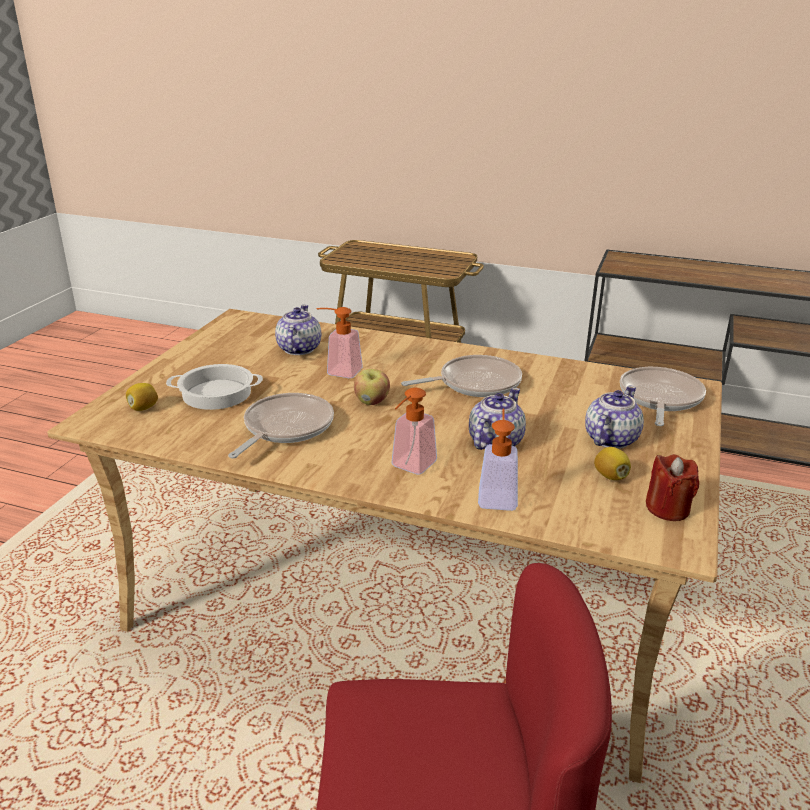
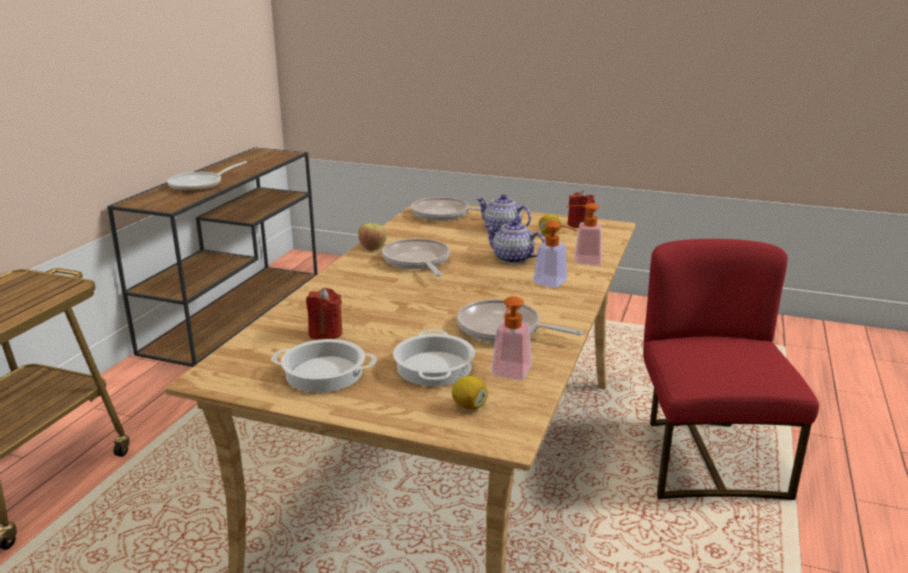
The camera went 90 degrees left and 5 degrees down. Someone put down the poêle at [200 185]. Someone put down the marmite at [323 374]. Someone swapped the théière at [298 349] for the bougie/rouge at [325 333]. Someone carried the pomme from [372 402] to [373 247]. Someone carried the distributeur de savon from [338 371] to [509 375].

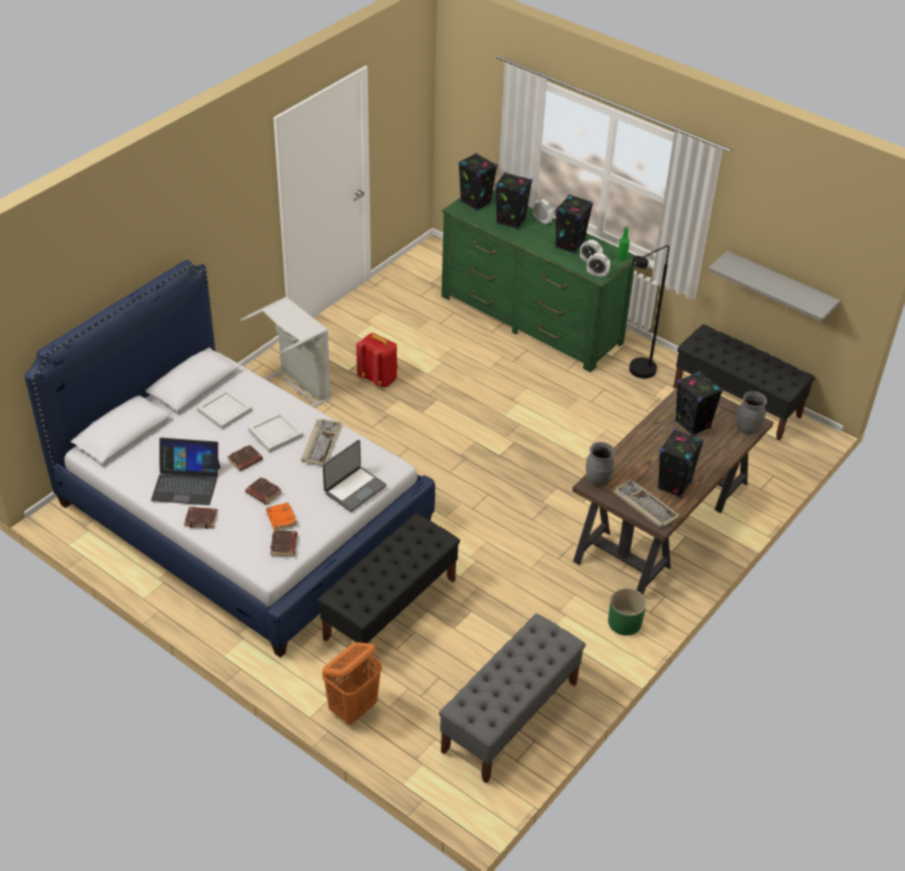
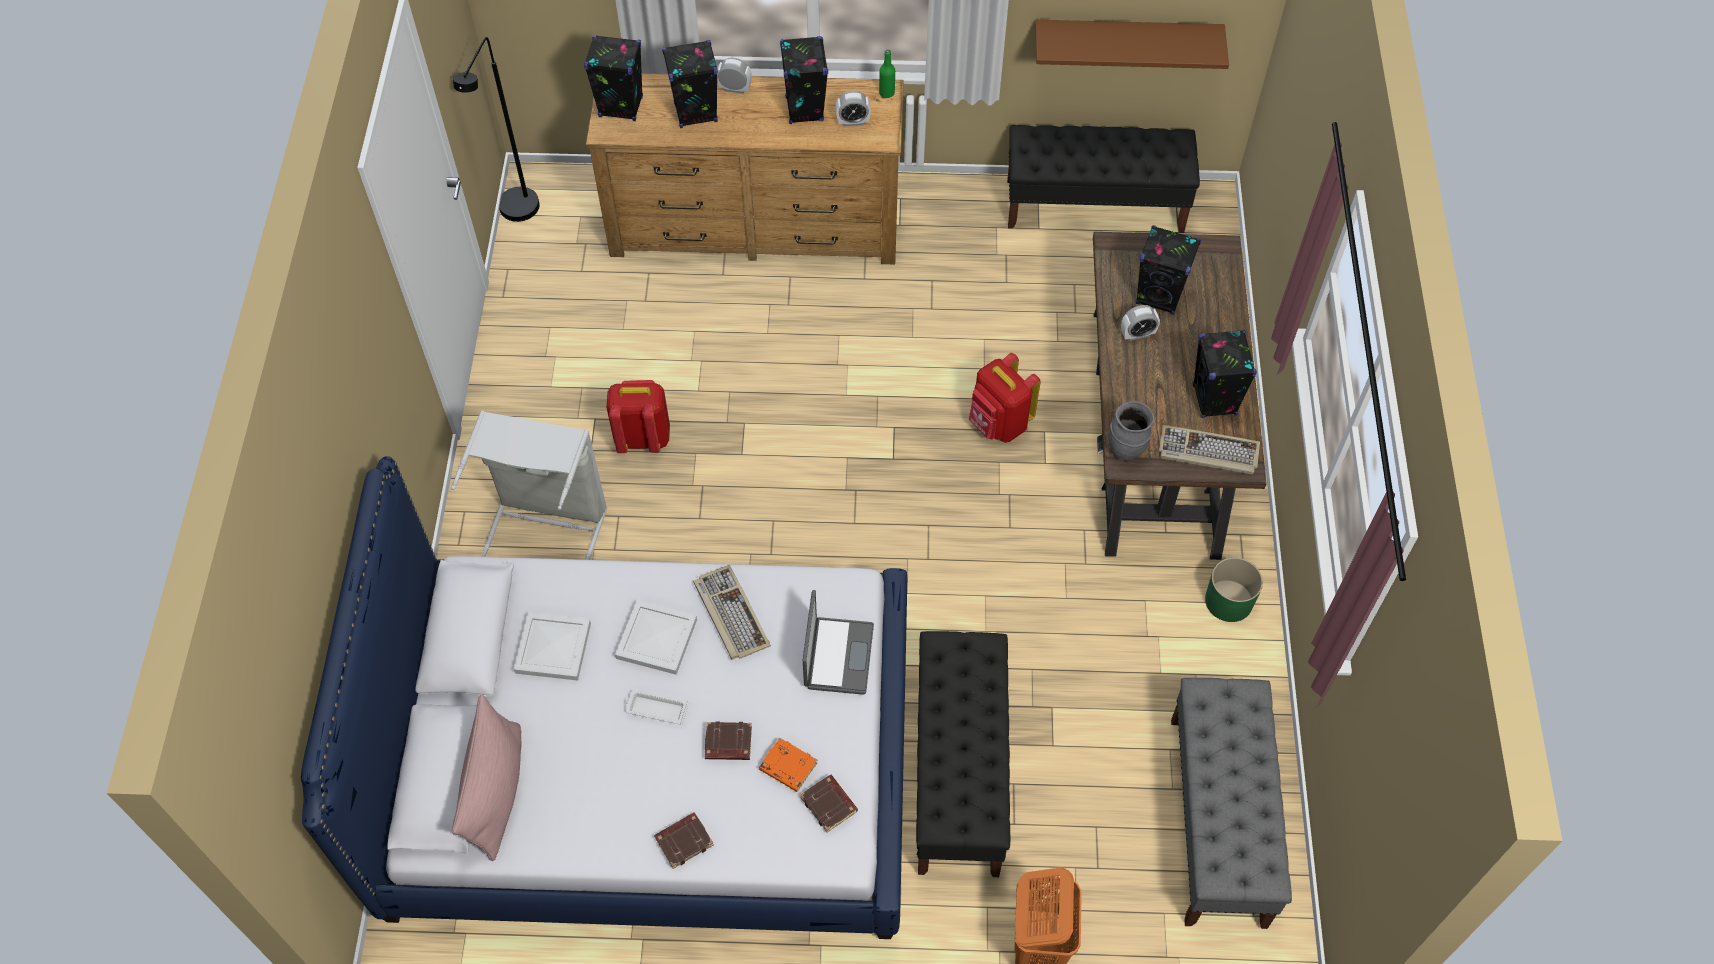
The camera went 35 degrees left and 15 degrees up. Someone put down the coussin/rose at [496 791]. Someone carried the lampadaire/noir from [637 373] to [516 215]. Someone repainted the commode/vert at [531 319], which became the commode/marron at [755 226]. Someone swapped the livre/marron at [245 460] for the plateau/blanc at [656 709]. Someone put down the sac à dos/rouge at [999 424]. Someone repainted the étagère/gris at [780 287], which became the étagère/marron at [1127 38]. Someone carried the réveil from [597 274] to [1137 334]. Someone took away the ordinateur portable at [186 483]. Someone took away the vase/gris at [747 428].

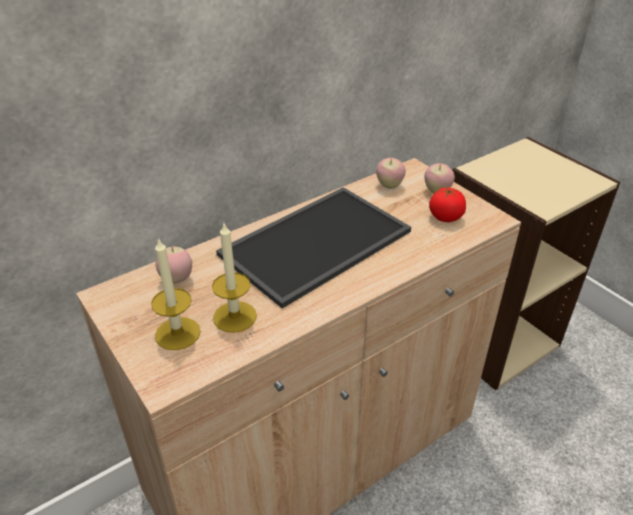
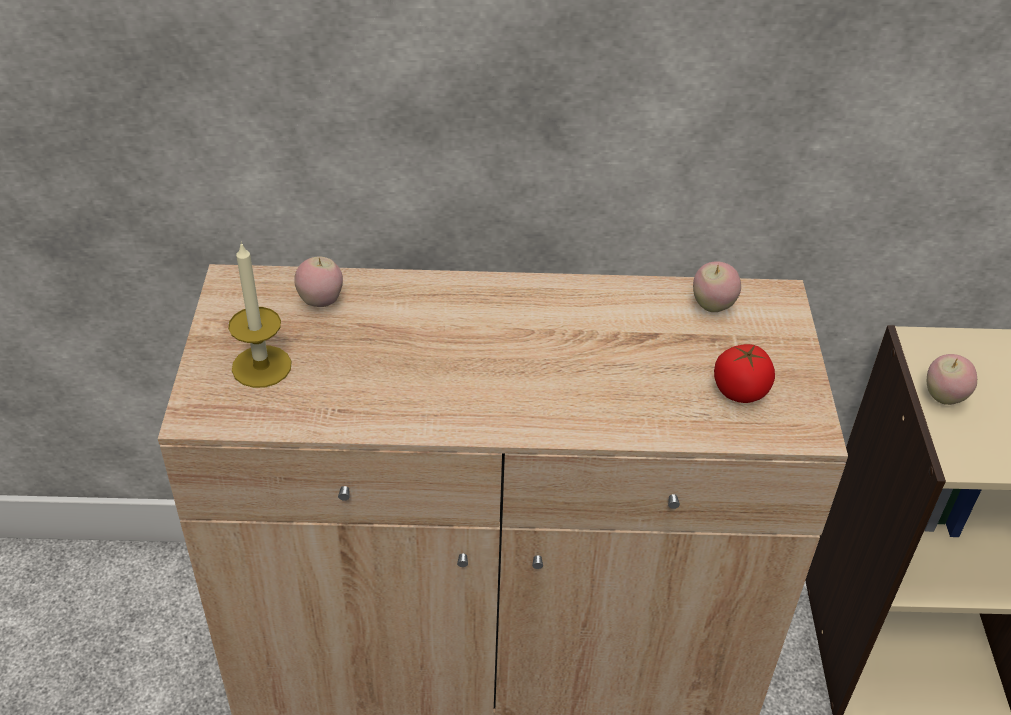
The camera went 35 degrees right and 5 degrees up. Someone carried the pomme from [437 191] to [944 397]. Someone took away the bougie at [235 316]. Someone took away the plateau at [315 241].

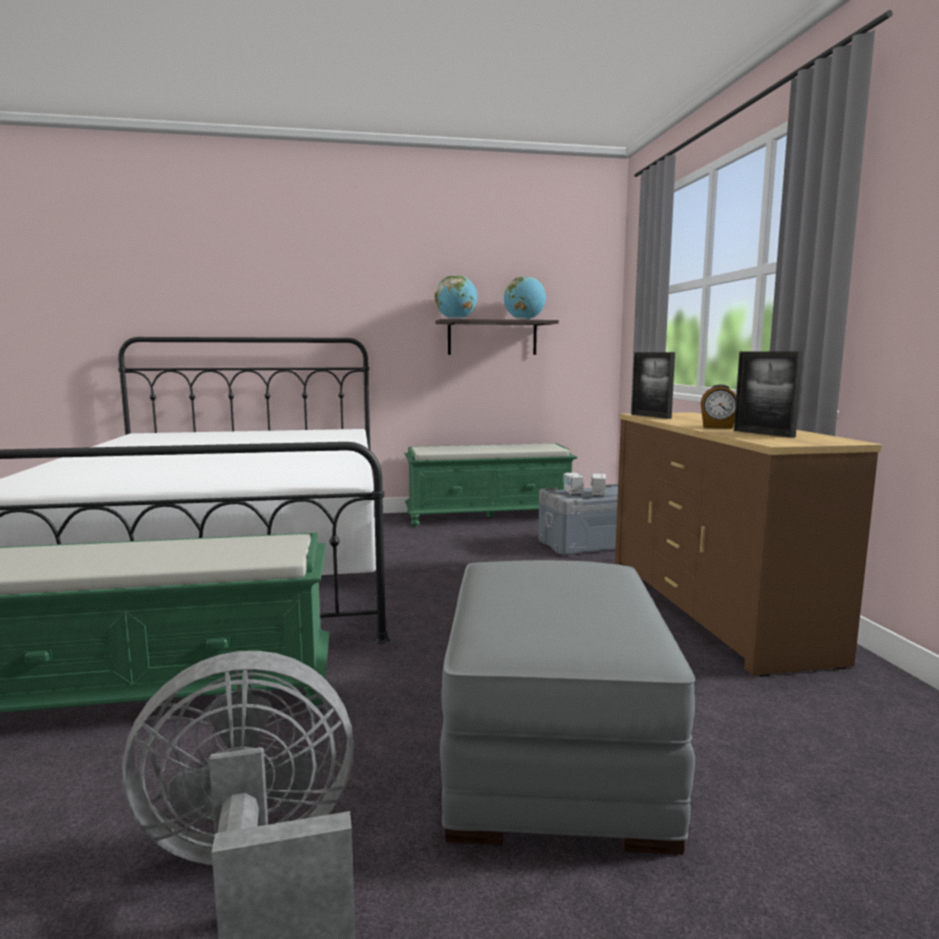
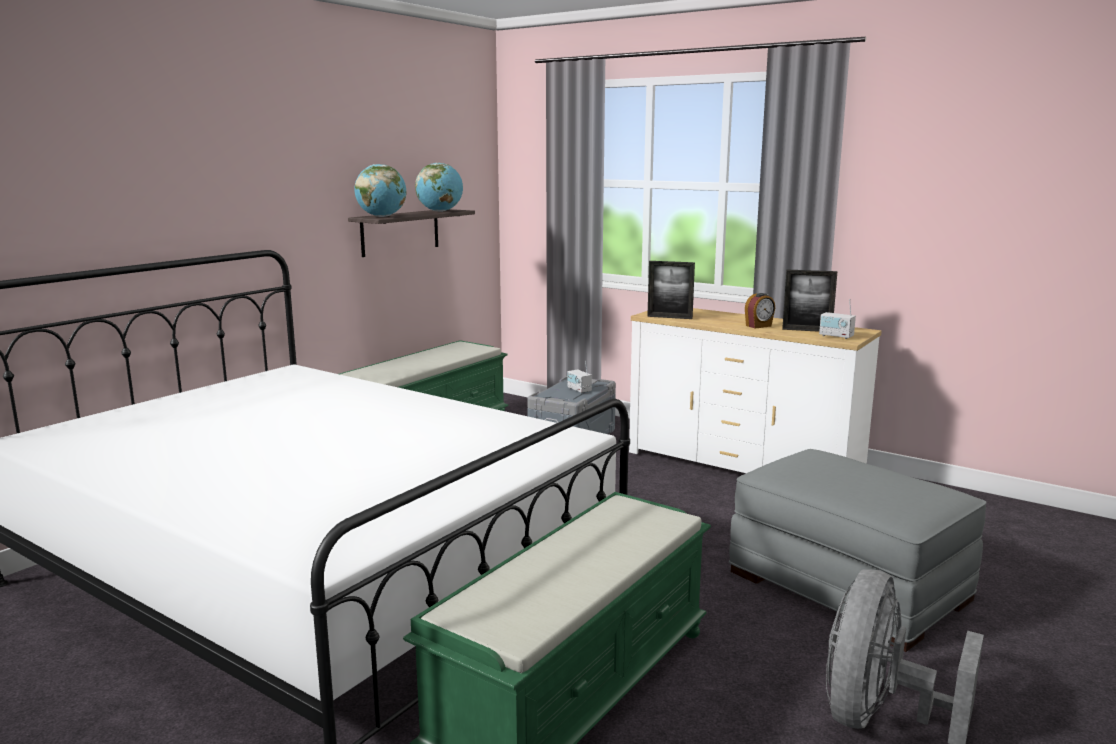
The camera went 45 degrees left and 5 degrees up. Someone repainted the commode/marron at [712 607], which became the commode/blanc at [742 465]. Someone carried the radio from [573 493] to [836 336].

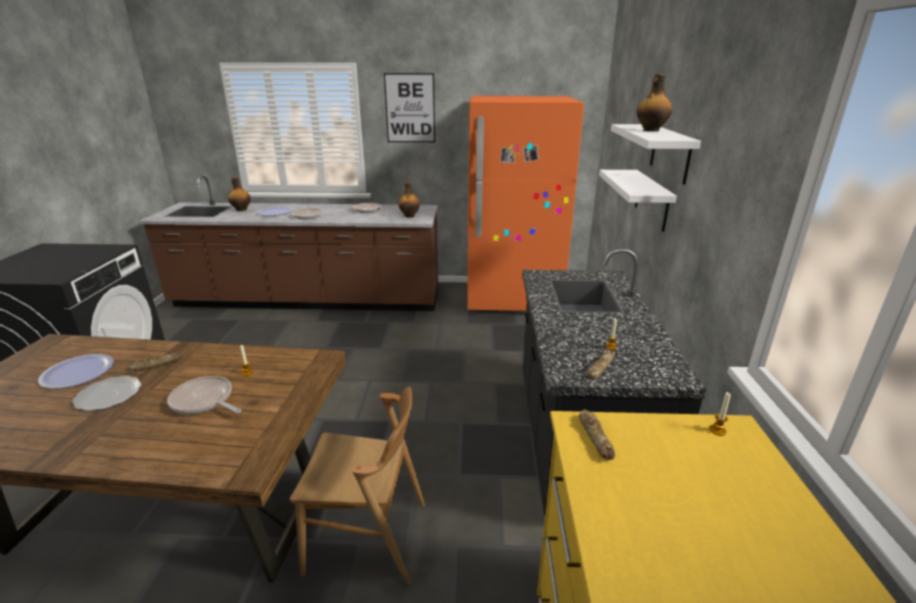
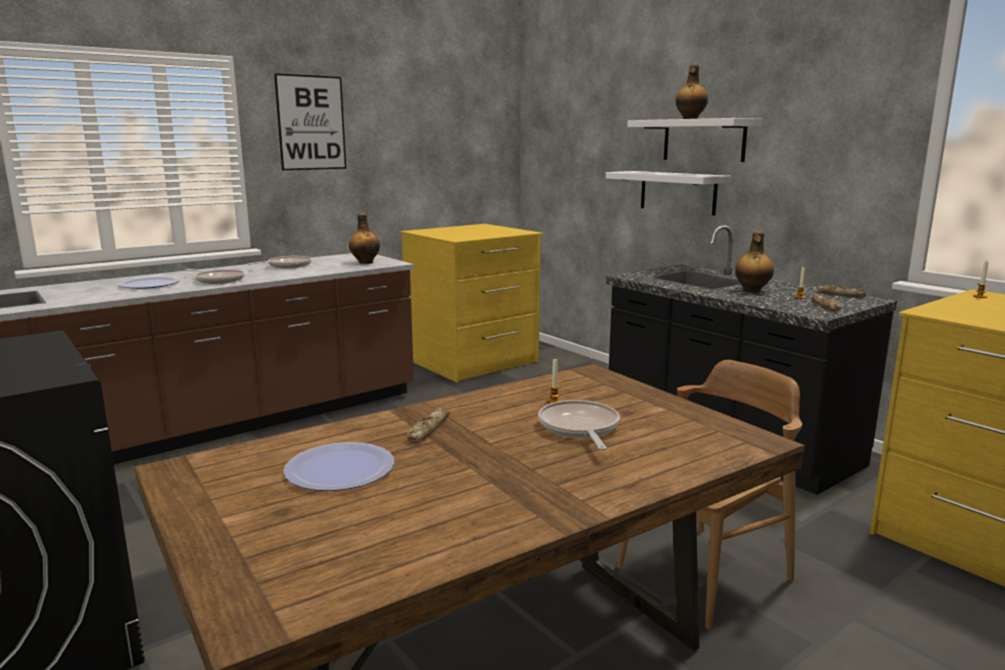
The camera went 40 degrees left and 10 degrees down. Someone swapped the réfrigérateur/orange at [512 299] for the commode/jaune at [473 361]. Someone rotated the poêle at [204 401] by 90 degrees clockwise. Someone carried the bouteille from [241 210] to [751 290]. Someone carried the pain from [596 437] to [840 295]. Someone took away the assiette at [109 395].

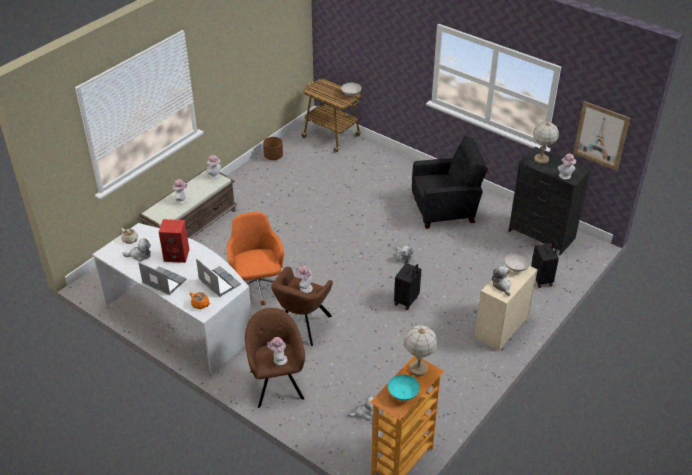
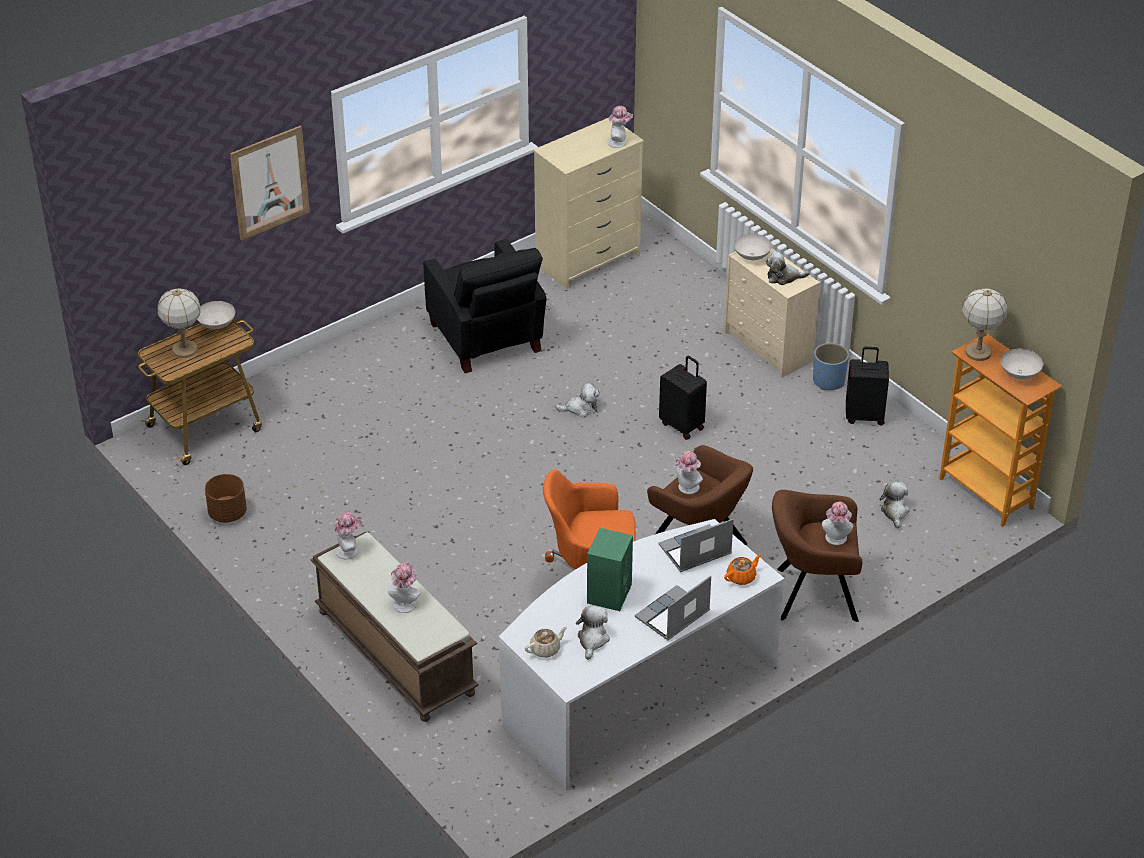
The camera went 75 degrees left and 0 degrees up. Someone carried the lampe de table from [541 159] to [185 350]. Someone carried the tableau from [601 136] to [270 182]. Someone rotated the fauteuil/noir at [445 210] by 150 degrees clockwise. Someone repainted the commode/noir at [541 235], which became the commode/beige at [588 260]. Someone repainted the enceinte/rouge at [177 255], which became the enceinte/vert at [608 593]. Someone put down the cache-pot/bleu at [829 381]. Someone carried the valise/noir from [542 279] to [864 416]. Someone repainted the bol/turquoise at [402 394], which became the bol/blanc at [1019 374].

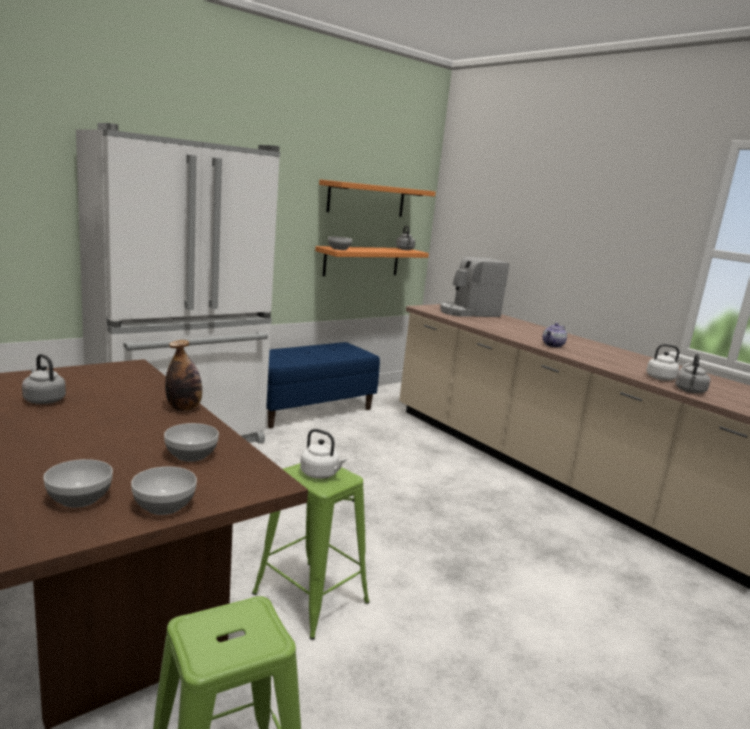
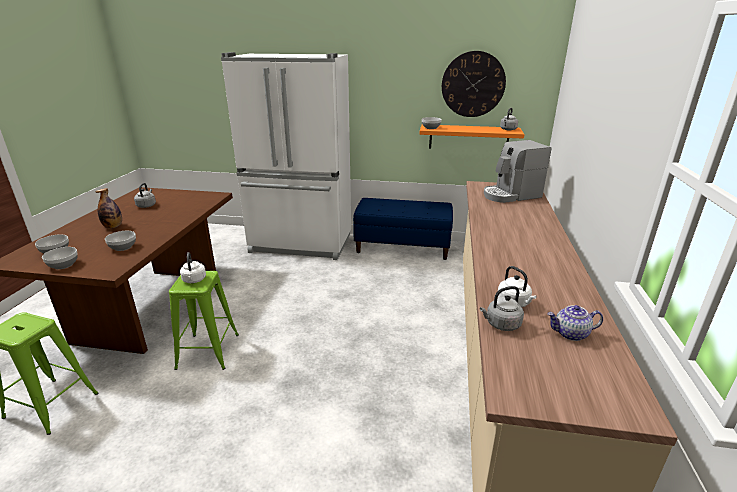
The camera went 50 degrees right and 10 degrees up. Someone carried the bouteille from [184 408] to [113 226]. Someone swapped the étagère/orange at [366 199] for the horloge murale at [473 84]. Someone rotated the machine à café at [468 313] by 45 degrees counterclockwise. Someone carried the théière from [553 345] to [570 334].

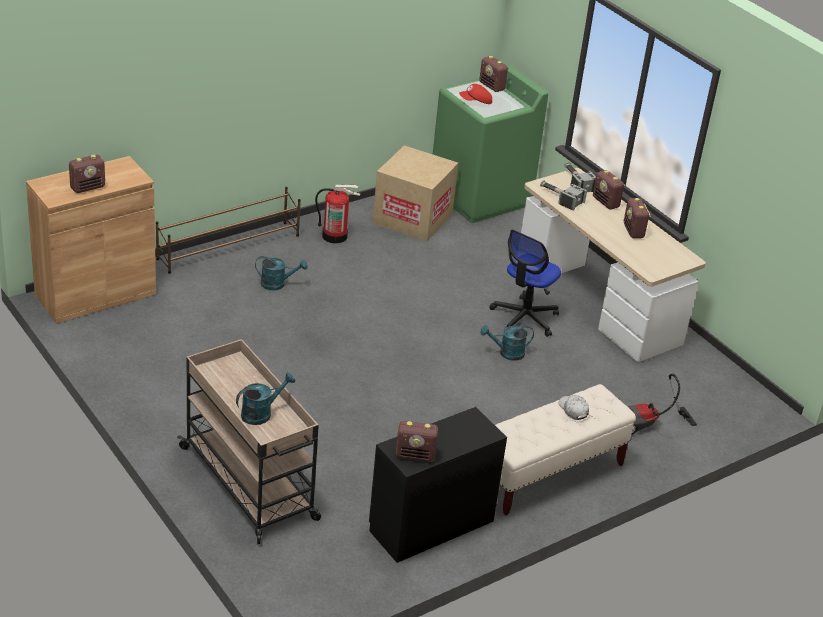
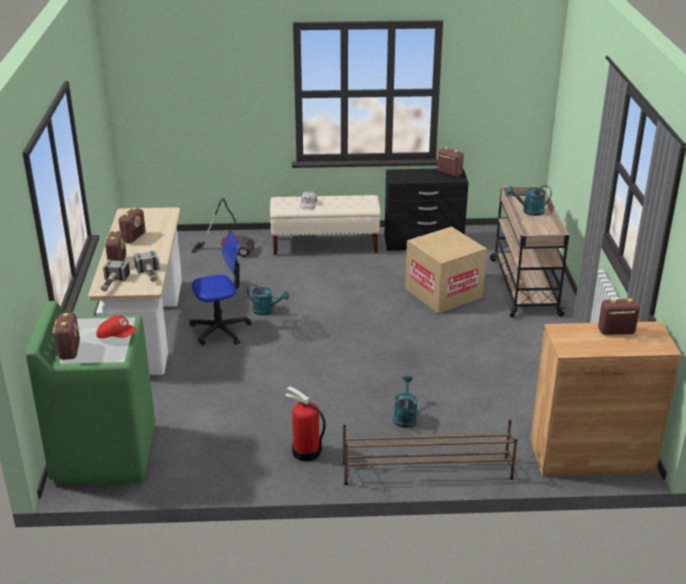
The camera went 145 degrees left and 5 degrees down. Someone rotated the arrosoir/turquoise at [277 284] by 60 degrees clockwise. Someone carried the carton from [412 218] to [443 293].

